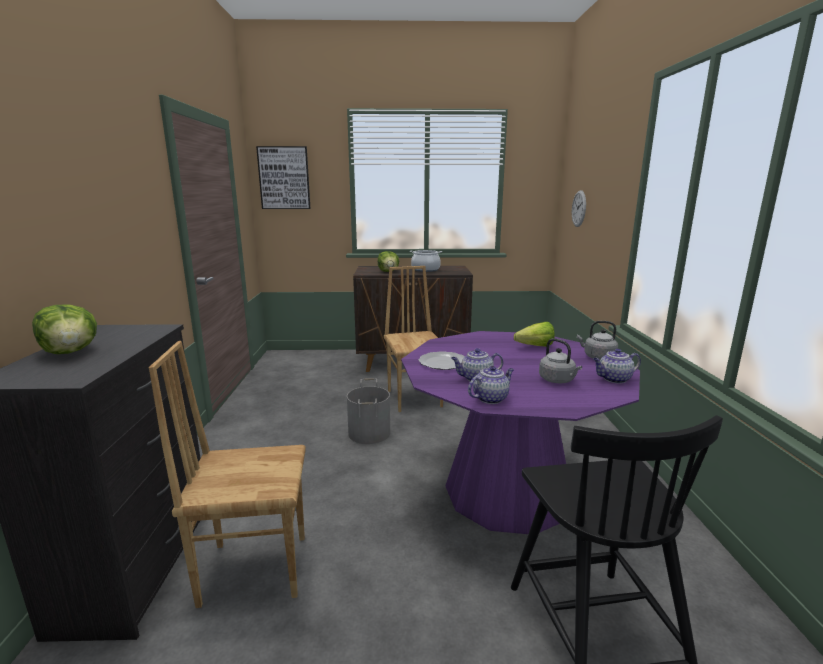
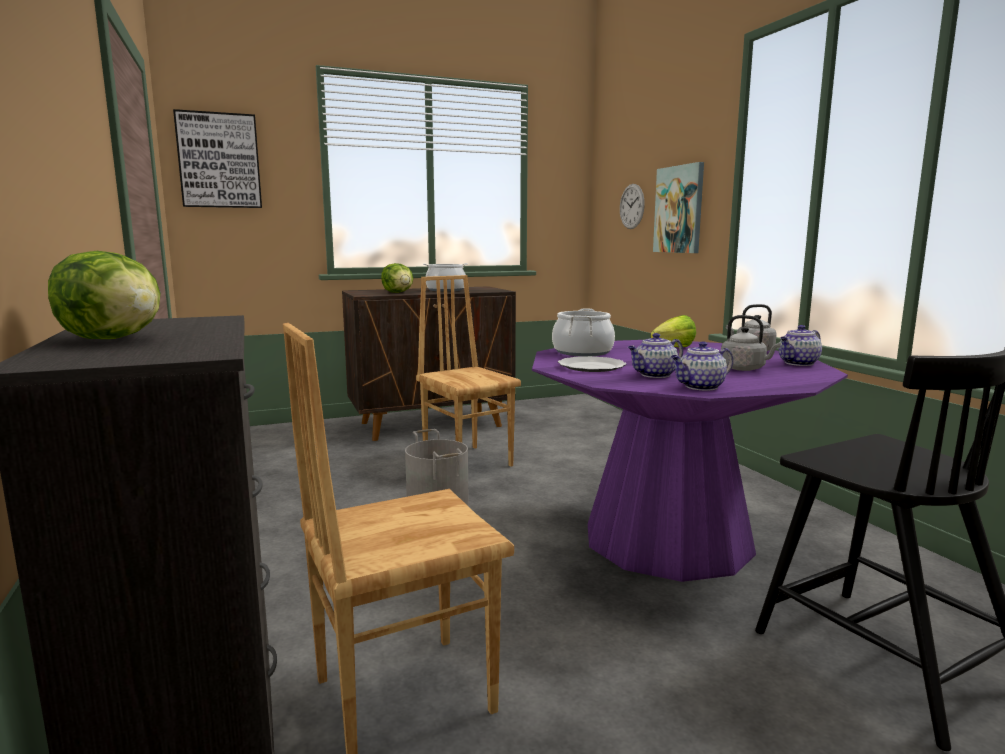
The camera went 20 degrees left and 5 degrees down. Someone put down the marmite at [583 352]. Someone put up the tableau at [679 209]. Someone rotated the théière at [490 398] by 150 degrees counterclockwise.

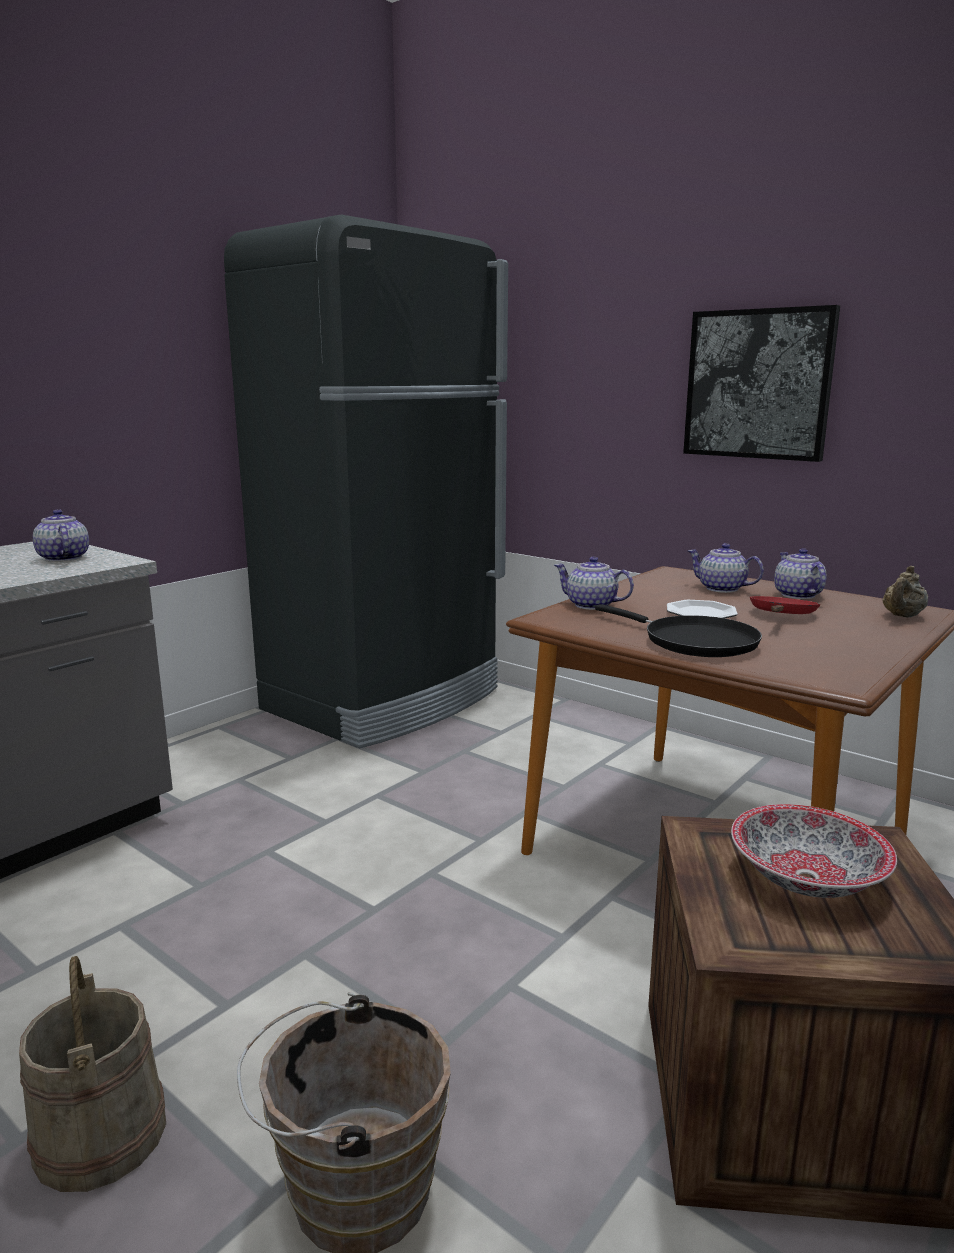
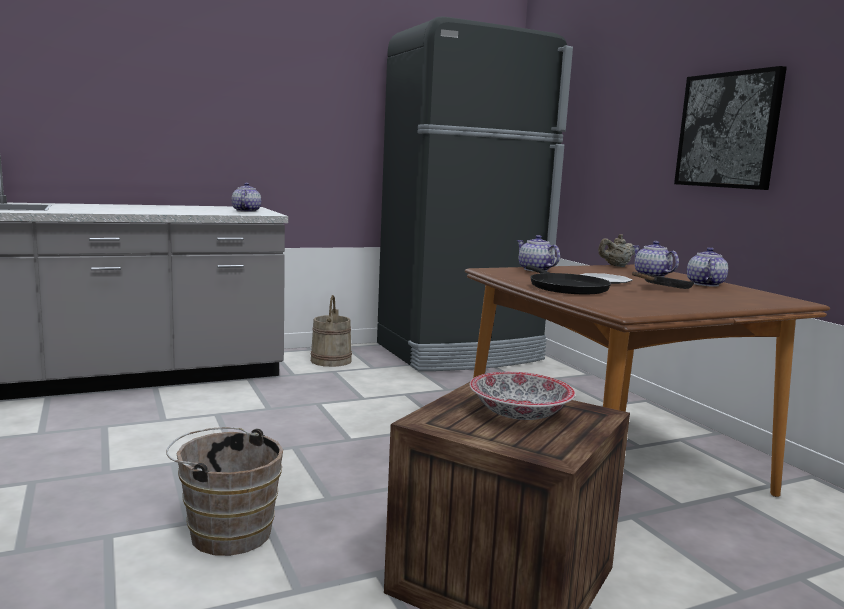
The camera went 25 degrees right and 5 degrees down. Someone carried the seau/beige from [99 1135] to [330 360]. Someone carried the théière/beige from [902 616] to [616 266]. Someone repainted the poêle/rouge at [782 615], which became the poêle/noir at [663 288].

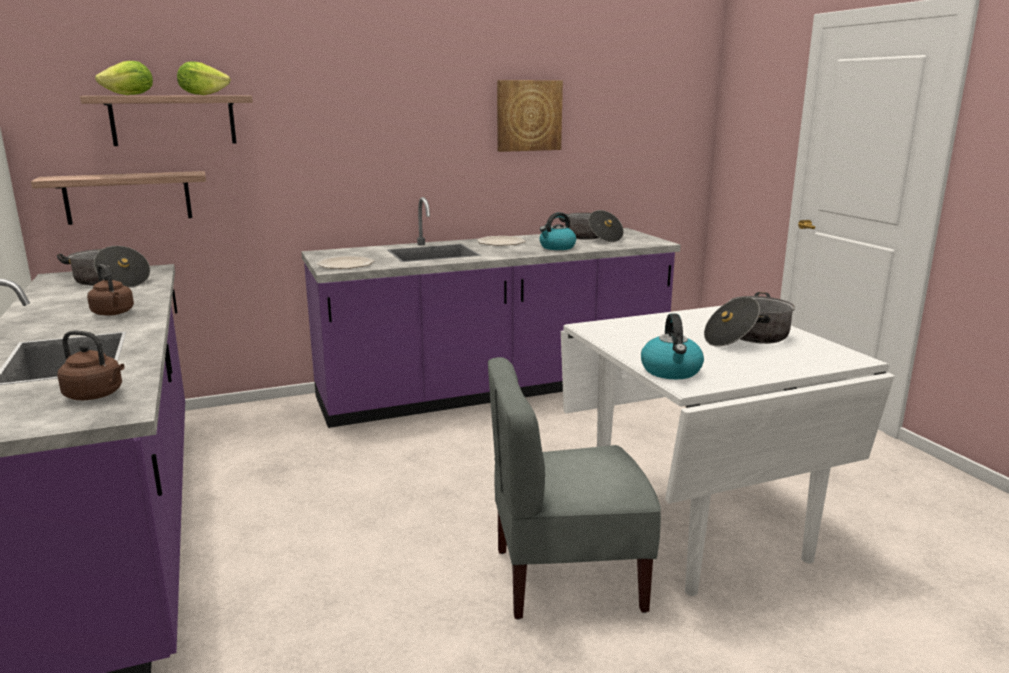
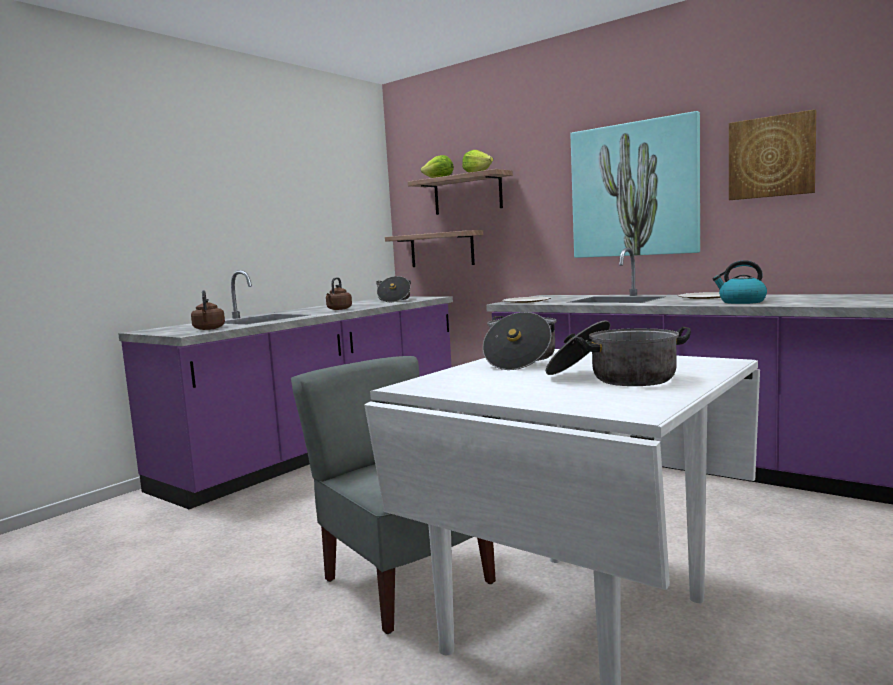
The camera went 60 degrees right and 10 degrees down. Someone carried the marmite from [591 238] to [520 360]. Someone put up the tableau at [634 190]. Someone took away the bouilloire at [671 371].

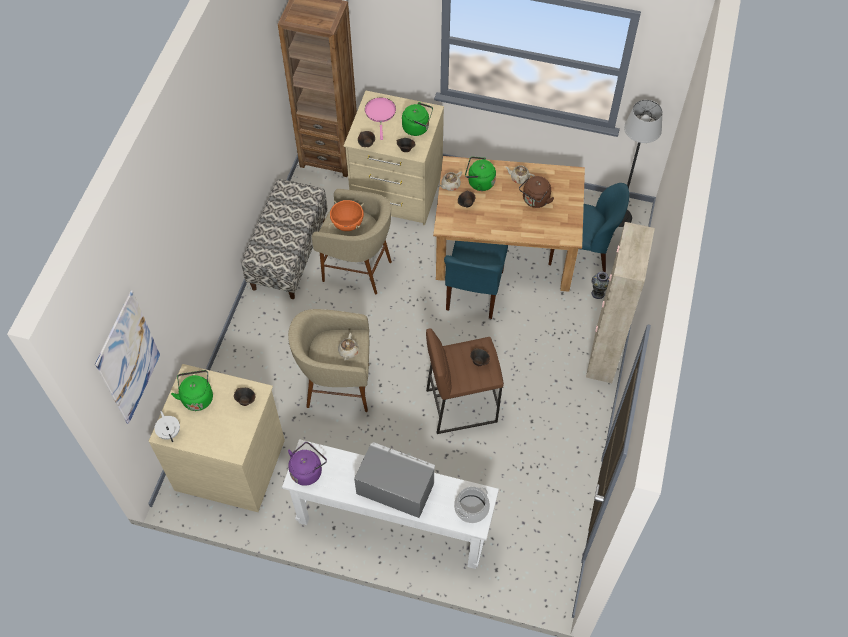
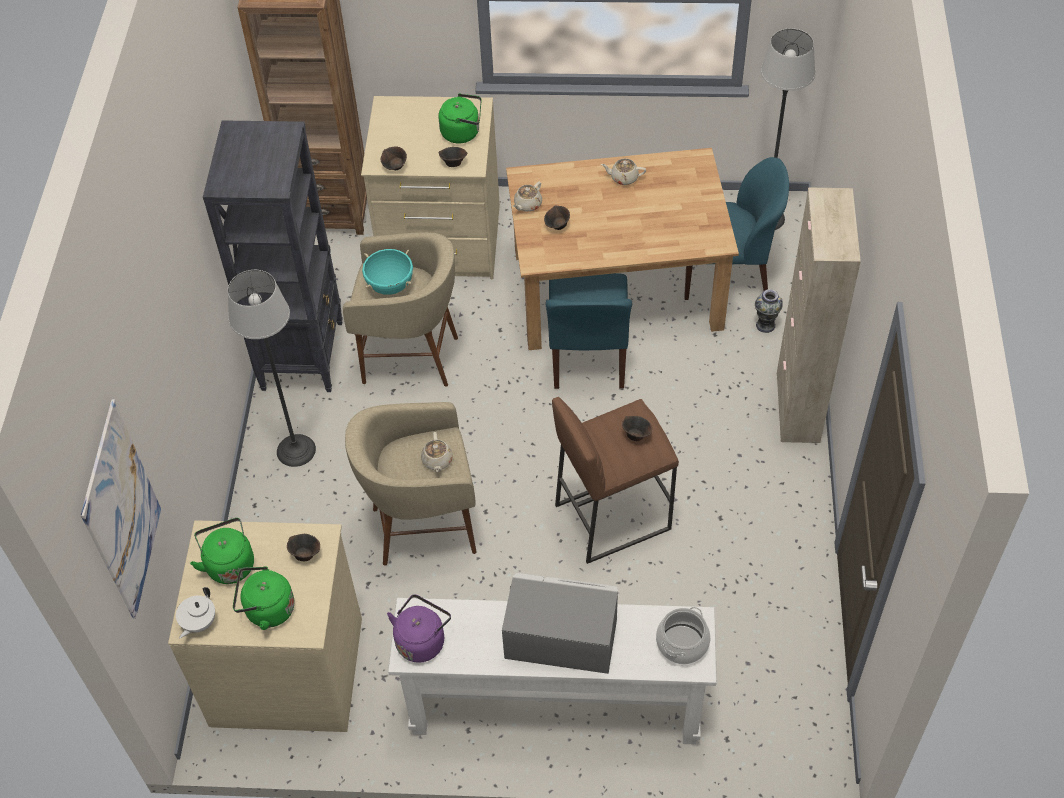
The camera went 10 degrees left and 5 degrees down. Someone rotated the théière/blanc at [169 432] by 120 degrees counterclockwise. Someone swapped the banc at [288 253] for the bibliothèque/noir at [303 354]. Someone put down the lampadaire at [296 450]. Someone carried the bouilloire/vert from [479 182] to [267 610]. Someone repainted the marmite/orange at [347 224], which became the marmite/turquoise at [390 286]. Someone took away the poêle/rose at [380 113]. Someone took away the bouilloire/marron at [535 200].

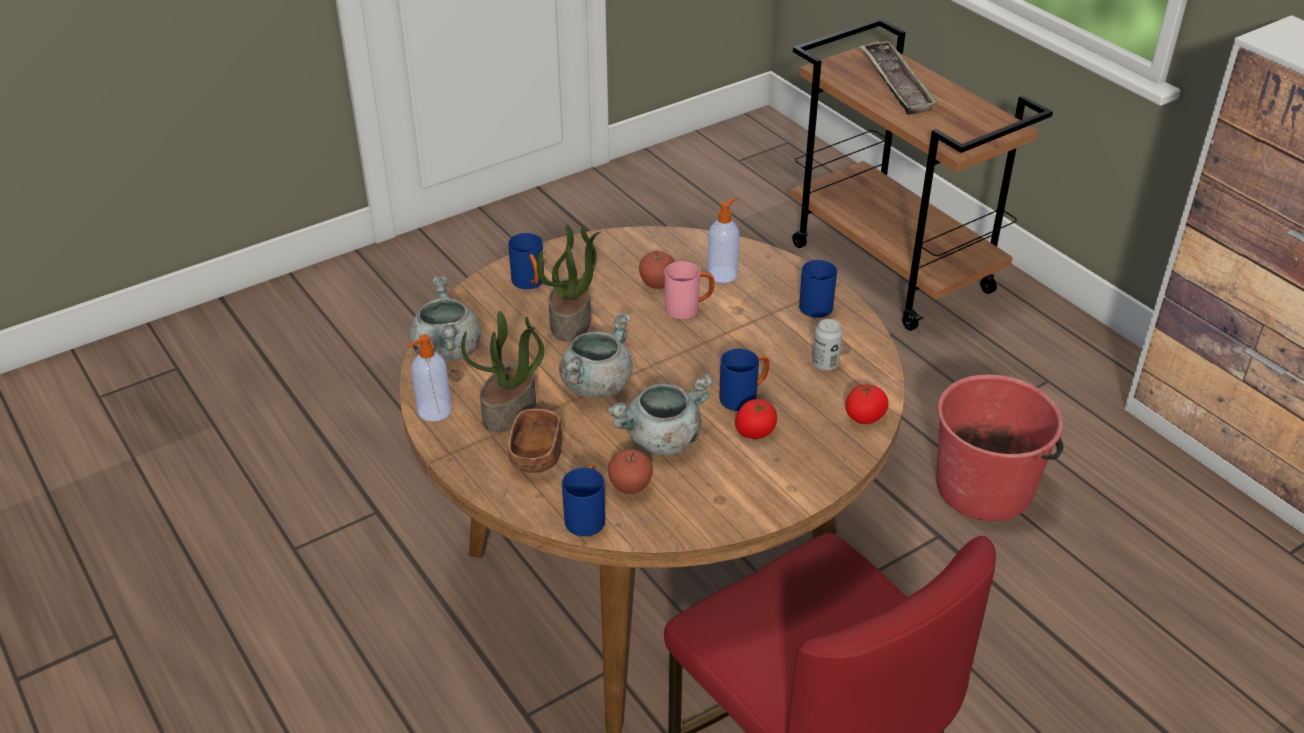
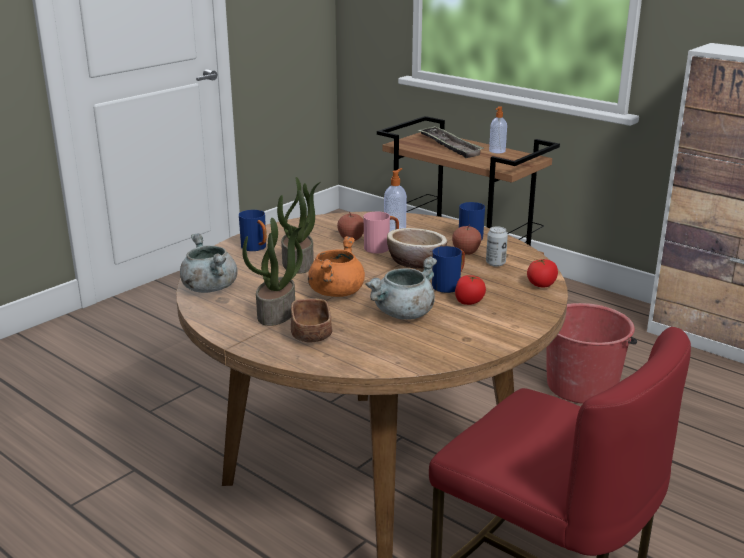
The camera went 15 degrees left and 15 degrees down. Someone repainted the marmite/gris at [596 384], which became the marmite/orange at [336 291]. Someone put down the bol at [416 262]. Someone carried the pomme from [630 486] to [466 252]. Someone carried the distributeur de savon from [433 411] to [497 151]. Someone took away the mug/bleu at [586 516].

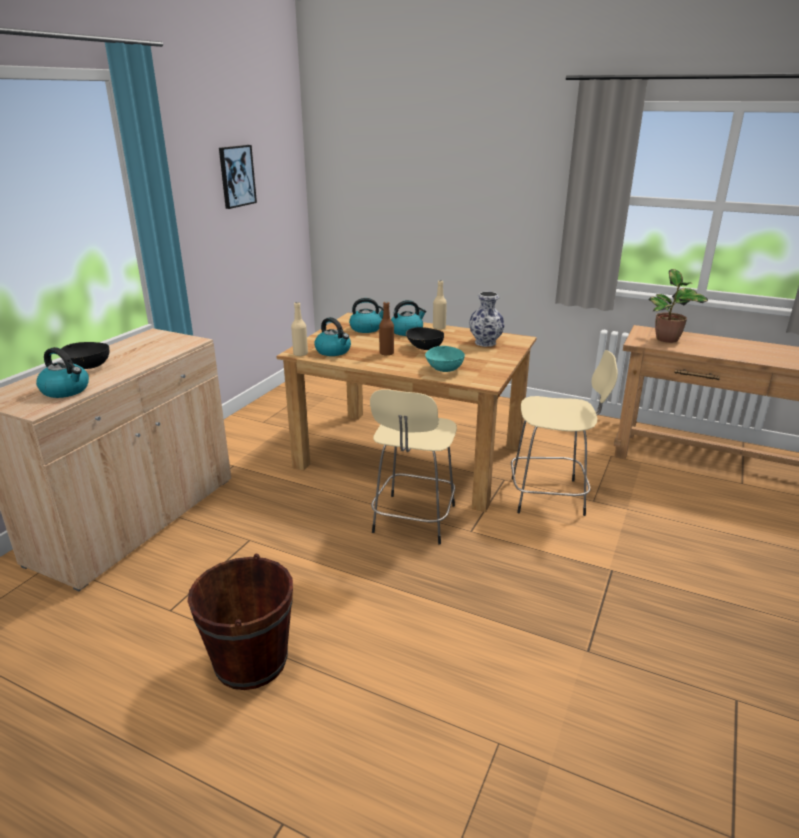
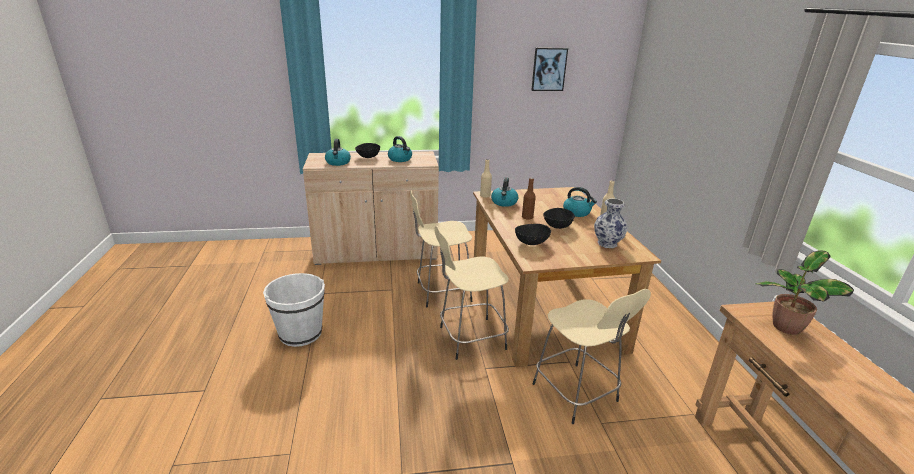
The camera went 55 degrees right and 0 degrees up. Someone repainted the seau/marron at [251 661], which became the seau/blanc at [300 333]. Someone carried the bouilloire from [366 328] to [400 159]. Someone put down the tabouret/beige at [441 292]. Someone repainted the bol/turquoise at [444 369], which became the bol/noir at [531 242].

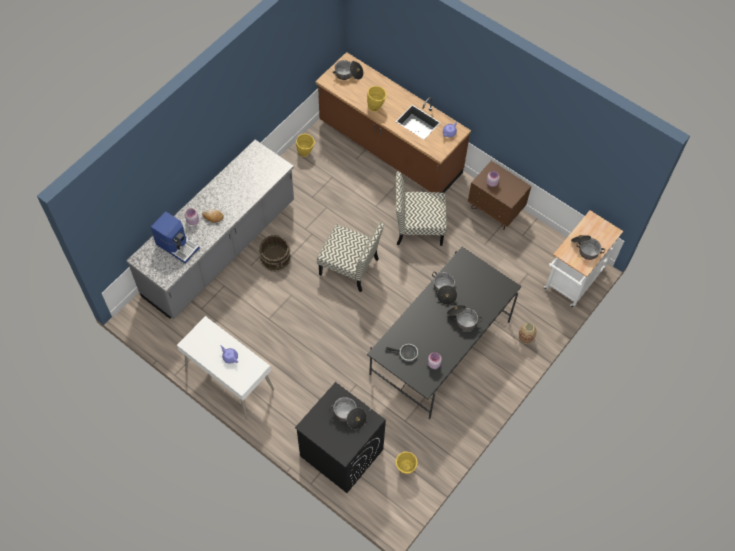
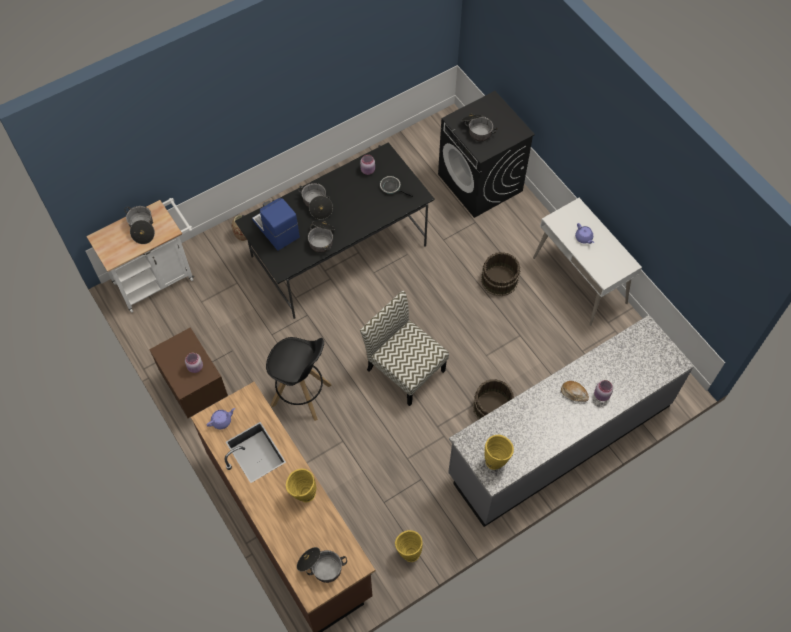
The camera went 160 degrees left and 0 degrees up. Someone carried the machine à café from [177 245] to [275 229]. Someone swapped the chaise at [418 228] for the tabouret/noir at [302 395]. Someone put down the seau/marron at [499 279]. Someone carried the vase/jaune from [405 470] to [496 459].

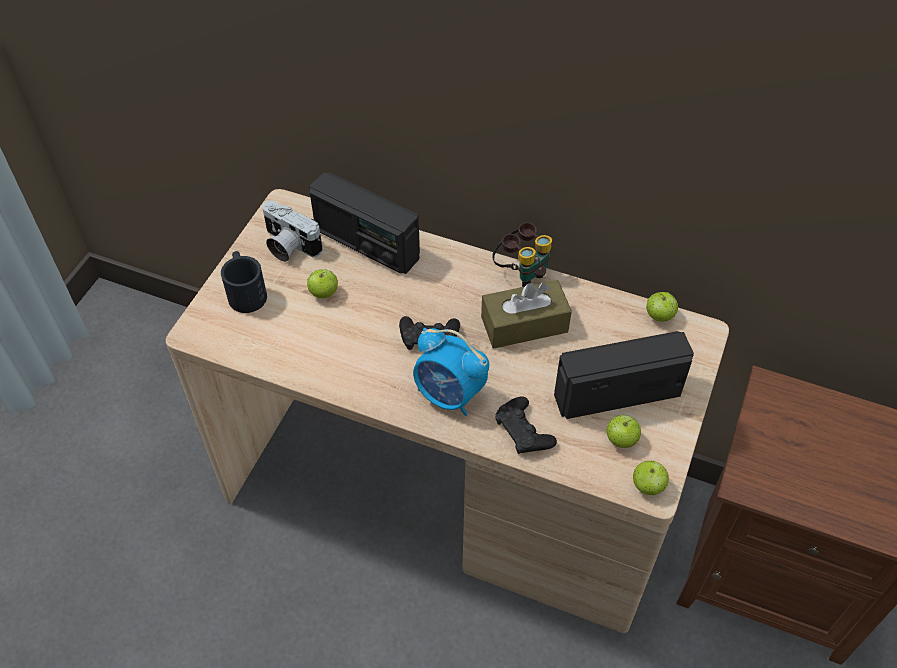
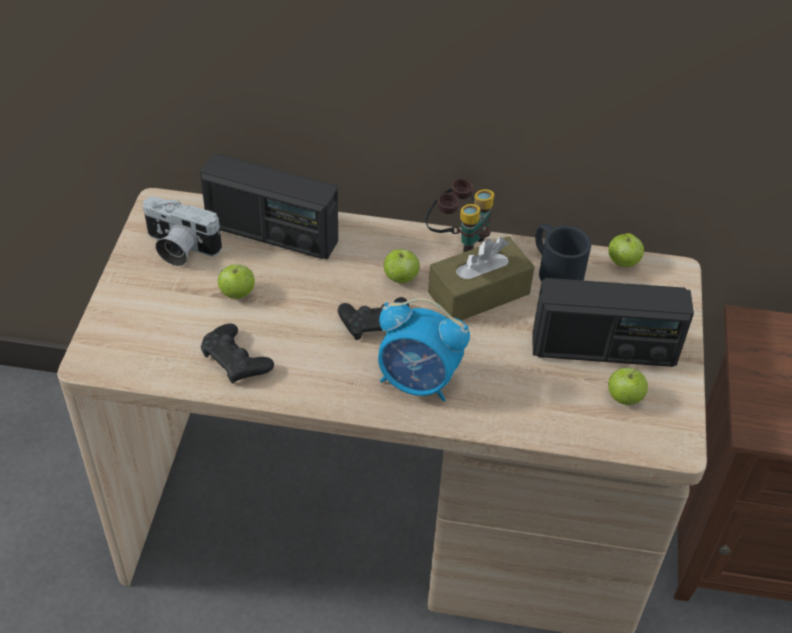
The camera went 15 degrees left and 5 degrees down. Someone carried the manette/noir from [523 431] to [236 360]. Someone carried the pomme from [647 486] to [400 278]. Someone rotated the radio at [617 393] by 150 degrees counterclockwise. Someone carried the mug/noir from [245 291] to [554 269].

